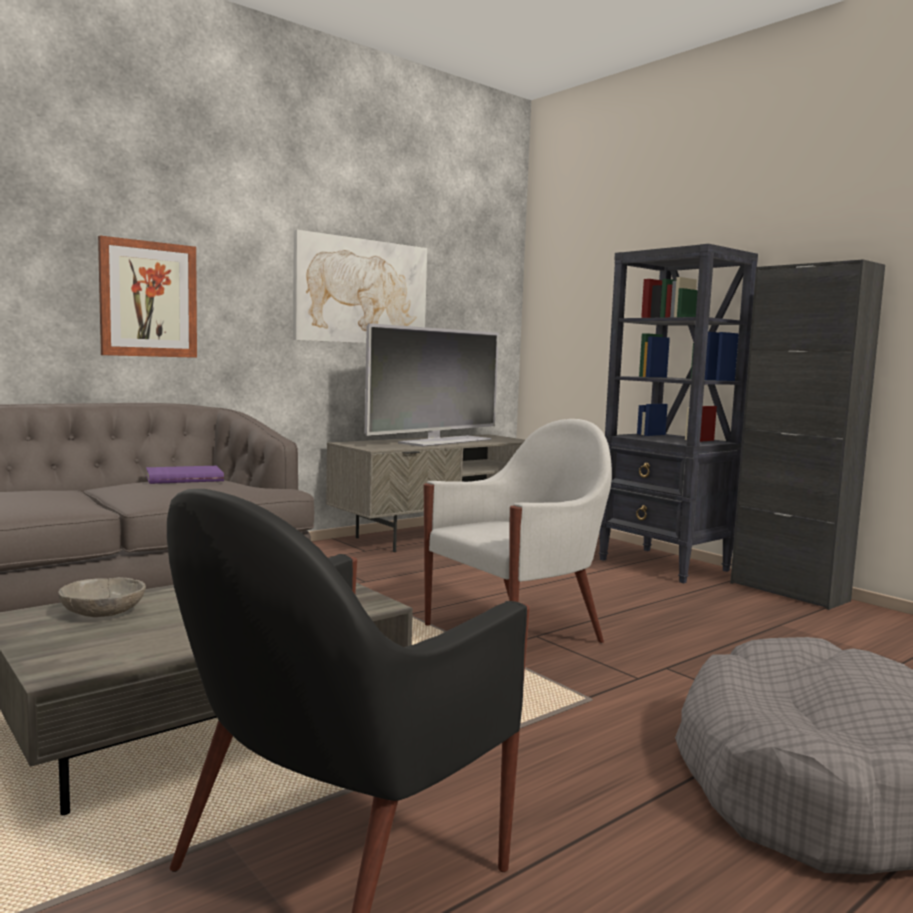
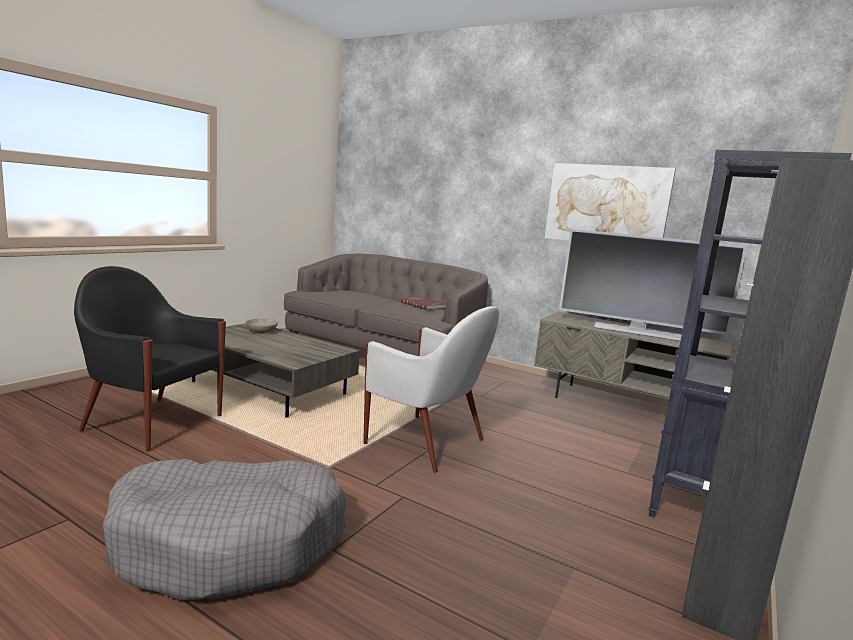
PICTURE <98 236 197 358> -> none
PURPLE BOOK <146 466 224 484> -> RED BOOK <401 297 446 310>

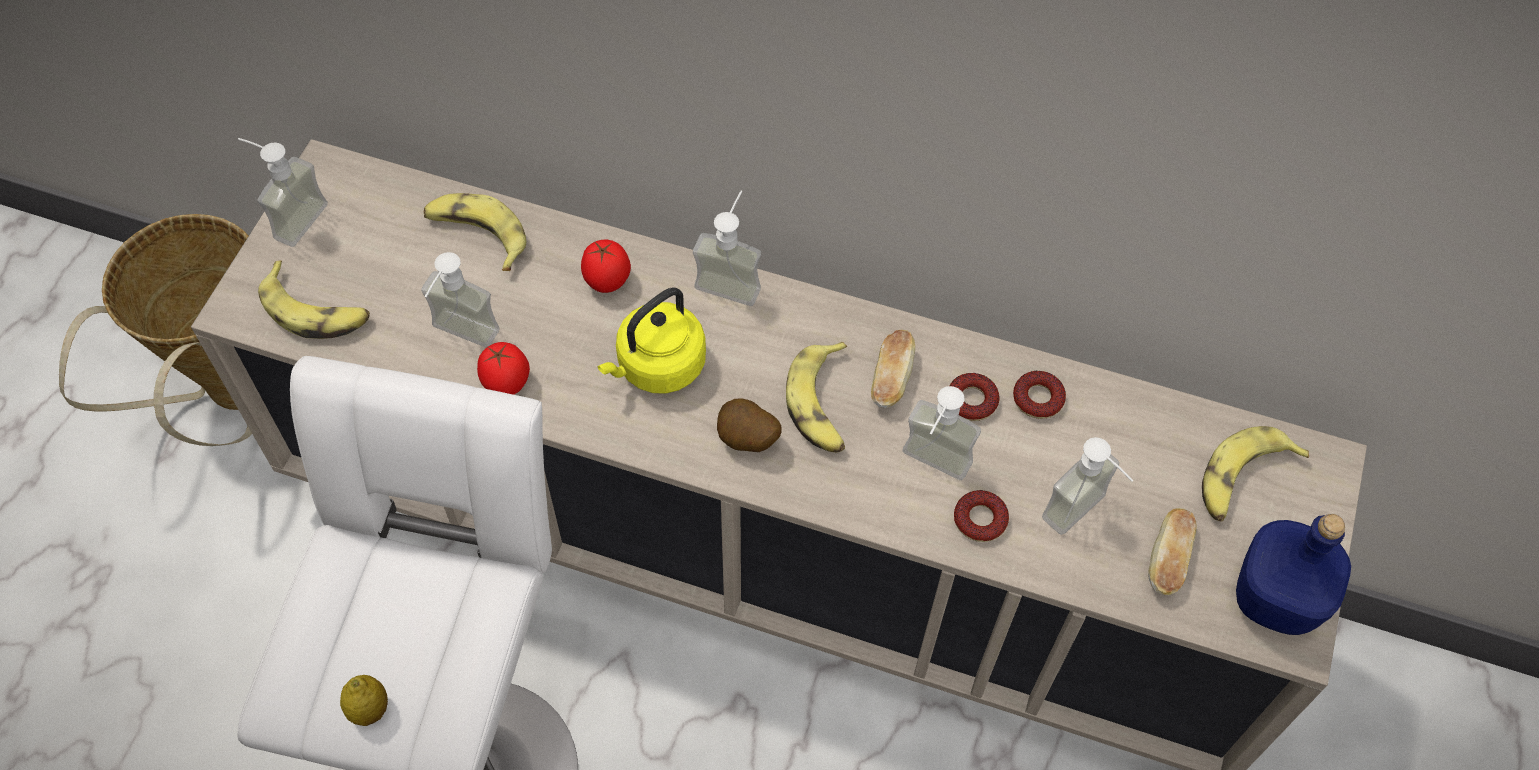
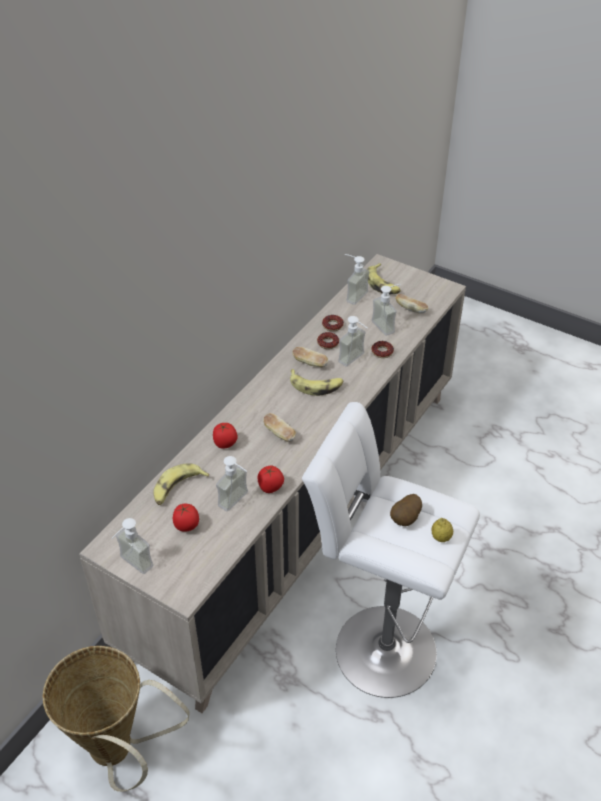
BANANA <258 261 370 339> -> none
BLUE BOTTLE <1236 514 1351 635> -> none
none -> TOMATO <173 504 199 532>
SOAP DISPENSER <693 190 761 306> -> SOAP DISPENSER <344 254 369 305>, moved
POTATO <717 398 782 452> -> POTATO <390 494 422 526>, moved
YELLOW KETTLE <598 287 706 394> -> BREAD <263 413 296 442>

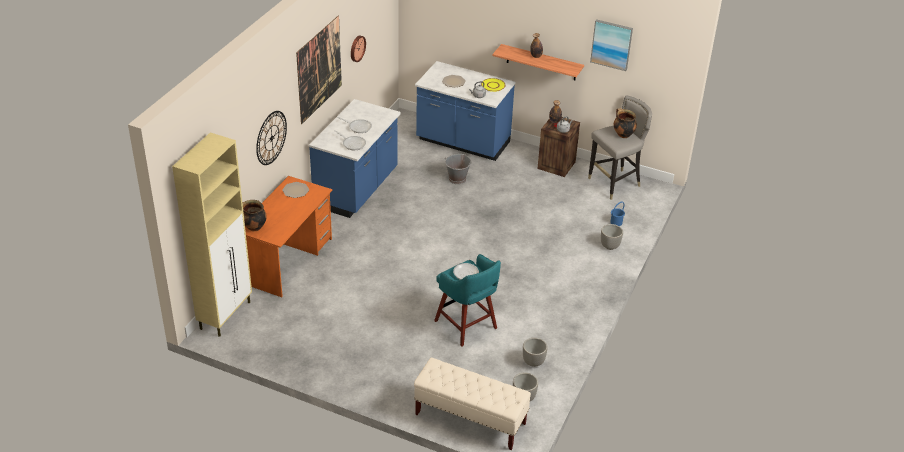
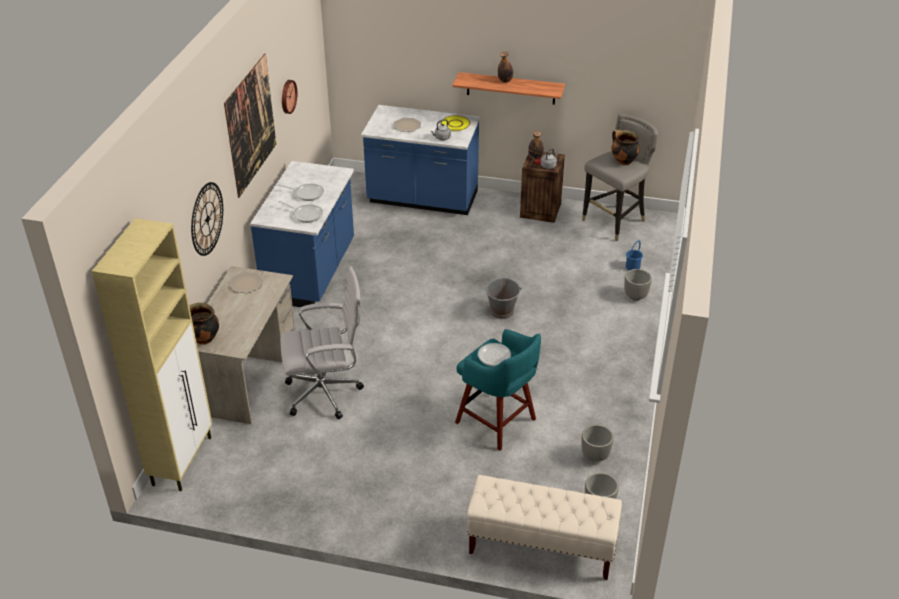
PICTURE <590 19 633 71> -> none
none -> WHITE OFFICE CHAIR <280 266 364 419>
GREY BUCKET <444 154 472 184> -> GREY BUCKET <484 278 522 319>, moved
ORANGE DESK <245 176 332 297> -> BEIGE DESK <197 266 295 424>

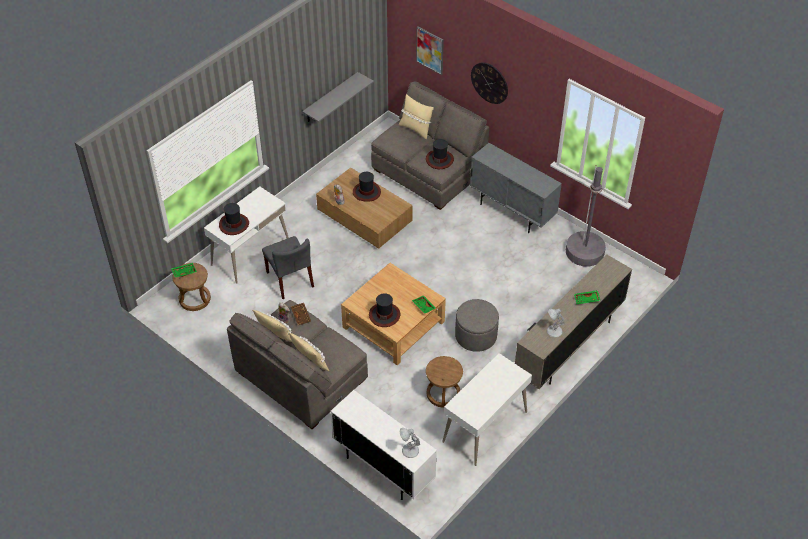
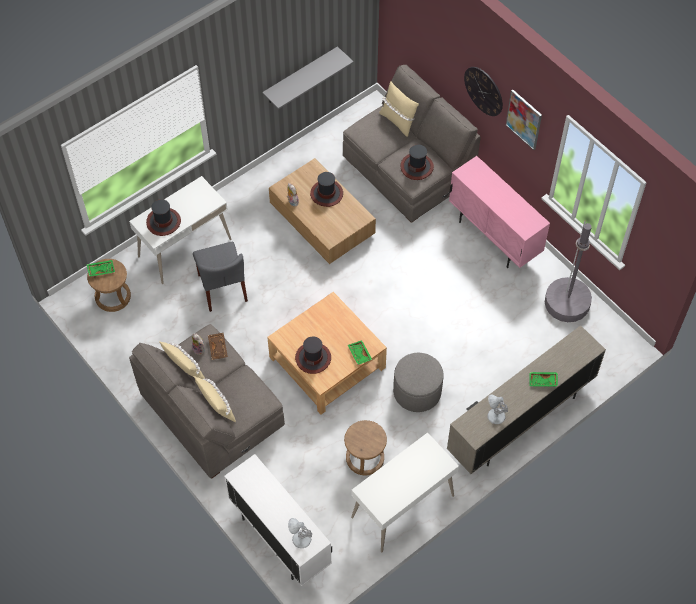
PICTURE <416 26 444 75> -> PICTURE <506 90 542 150>, moved
GREY CABINET <470 143 562 233> -> PINK CABINET <449 156 550 268>

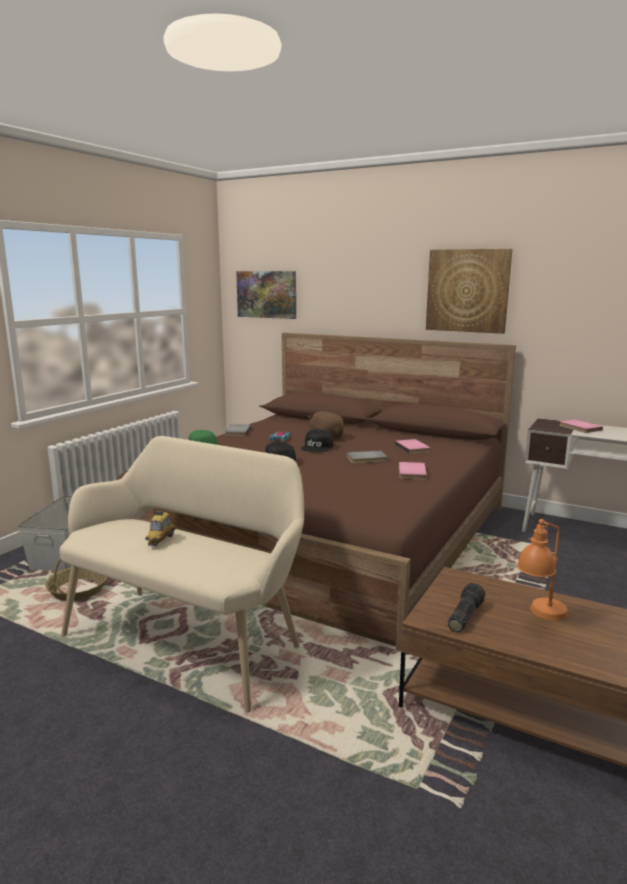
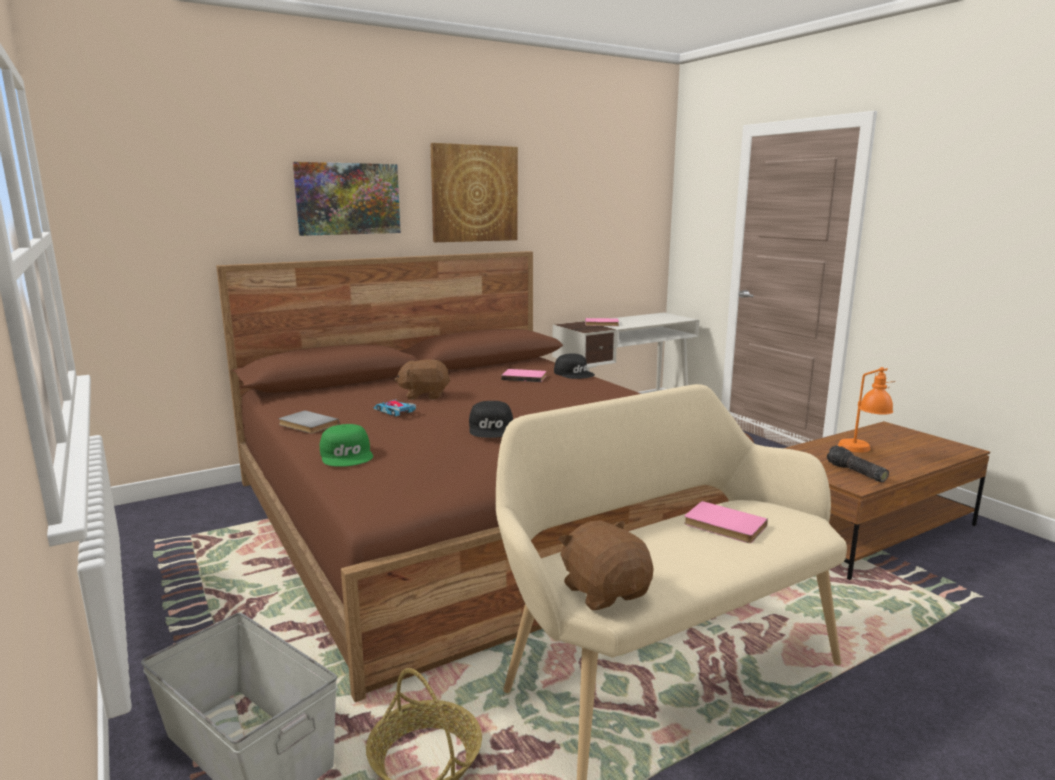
TOY CAR <145 511 176 546> -> none
GREY BOOK <346 451 388 464> -> none
none -> BROWN PLUSH TOY <558 520 654 610>
PICTURE <236 271 296 319> -> PICTURE <293 162 401 236>, moved
BLACK CAP <301 429 334 452> -> BLACK CAP <554 353 595 379>, moved
PINK BOOK <399 462 427 480> -> PINK BOOK <684 501 768 543>, moved

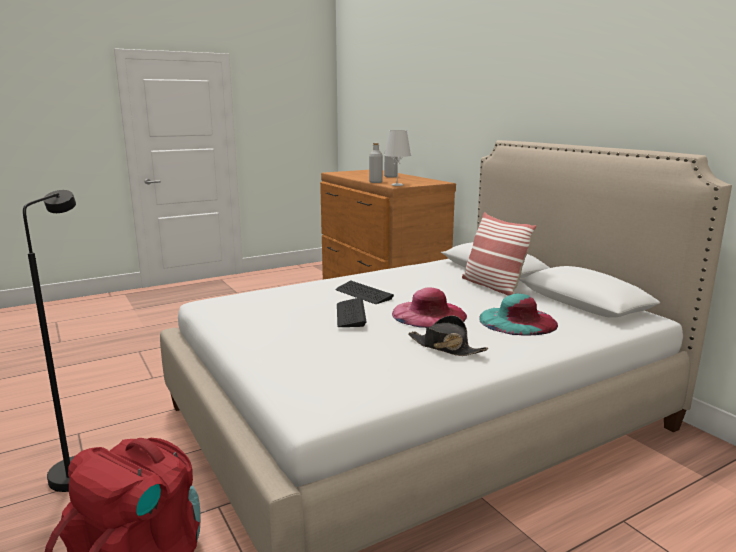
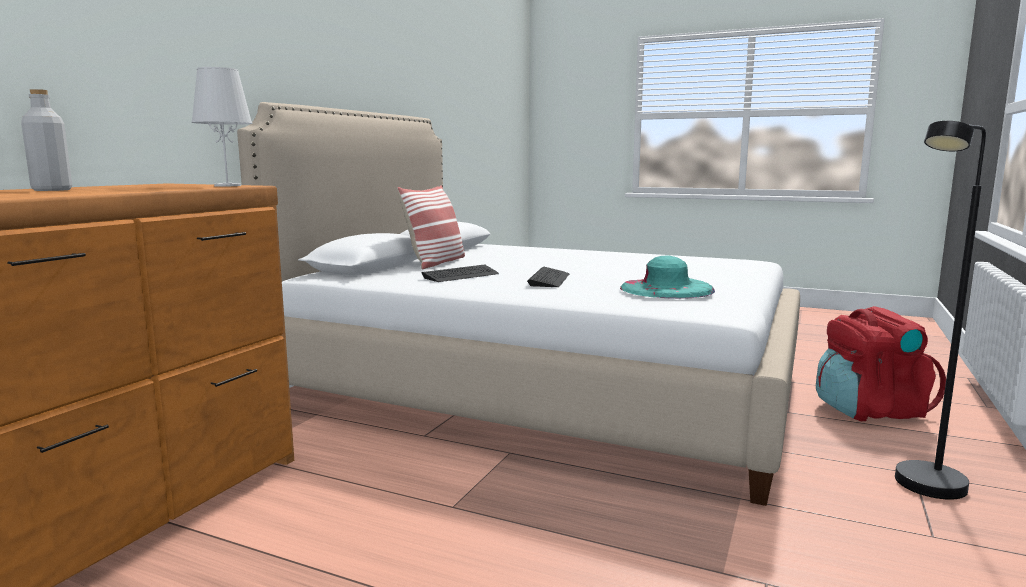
GREY BOTTLE <369 143 383 183> -> none
PINK HAT <392 287 467 328> -> none
BLACK HAT <408 315 488 356> -> none
KEYBOARD <337 298 367 327> -> KEYBOARD <422 264 499 282>, moved
TURQUOISE HAT <479 294 558 335> -> TURQUOISE HAT <620 256 715 299>, moved

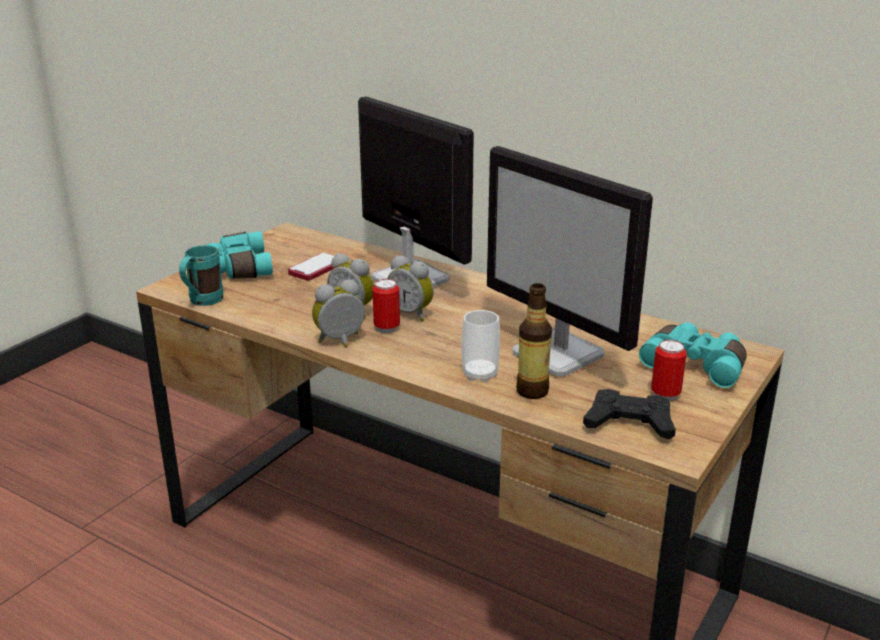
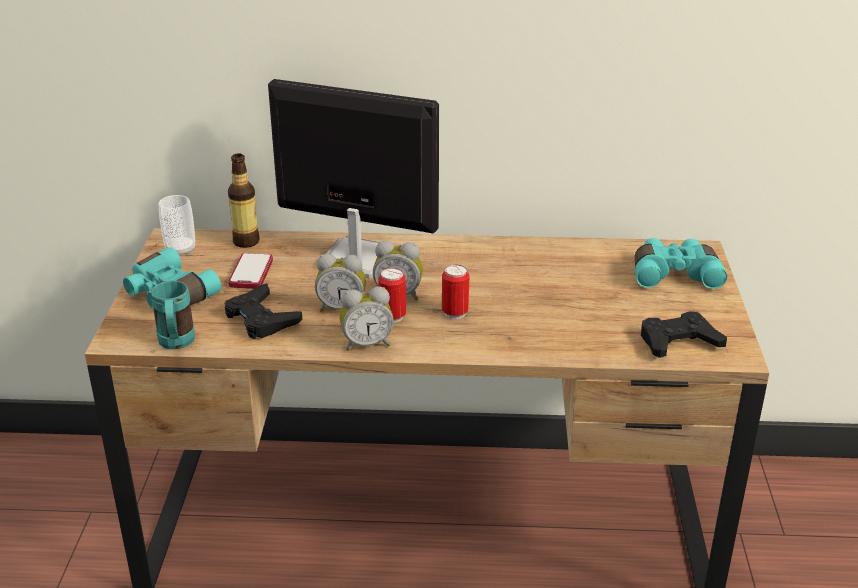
MONITOR <487 146 653 376> -> none
none -> BLACK GAME CONTROLLER <225 283 302 339>
CUP <462 310 500 382> -> CUP <159 195 195 255>, moved
BOTTLE <516 283 552 399> -> BOTTLE <228 153 260 248>, moved
CAN <651 340 687 401> -> CAN <442 265 470 319>, moved
ALARM CLOCK <312 279 365 347> -> ALARM CLOCK <340 287 394 351>, 135 degrees counterclockwise

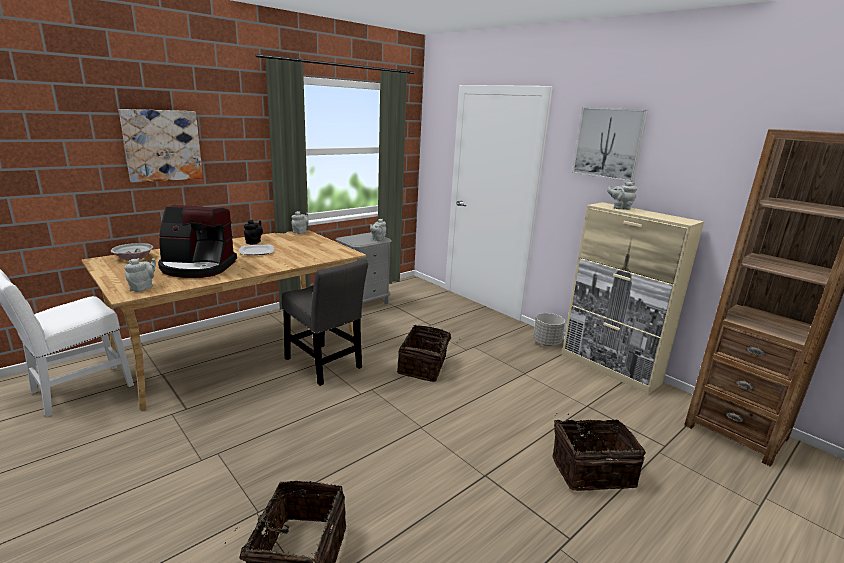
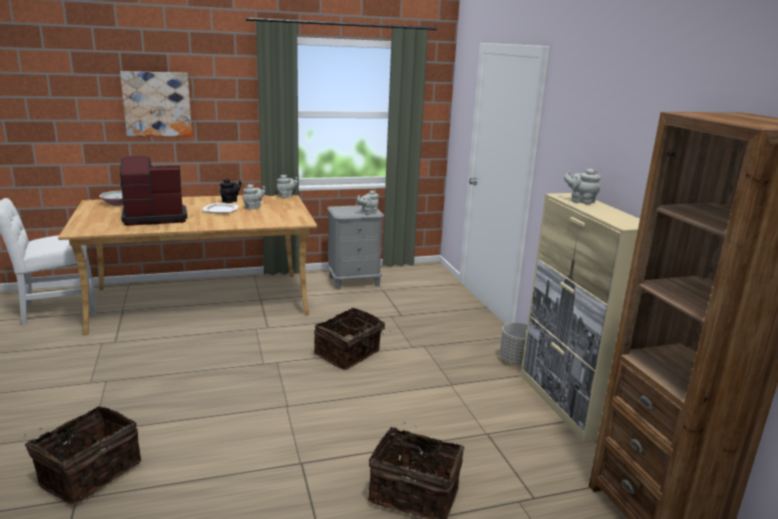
GREY CHAIR <282 259 368 386> -> none
PICTURE <572 107 648 182> -> none
GREY TEAPOT <124 258 156 292> -> GREY TEAPOT <243 184 265 209>, moved
COFFEE MACHINE <158 205 237 278> -> COFFEE MACHINE <120 156 188 226>, 135 degrees clockwise

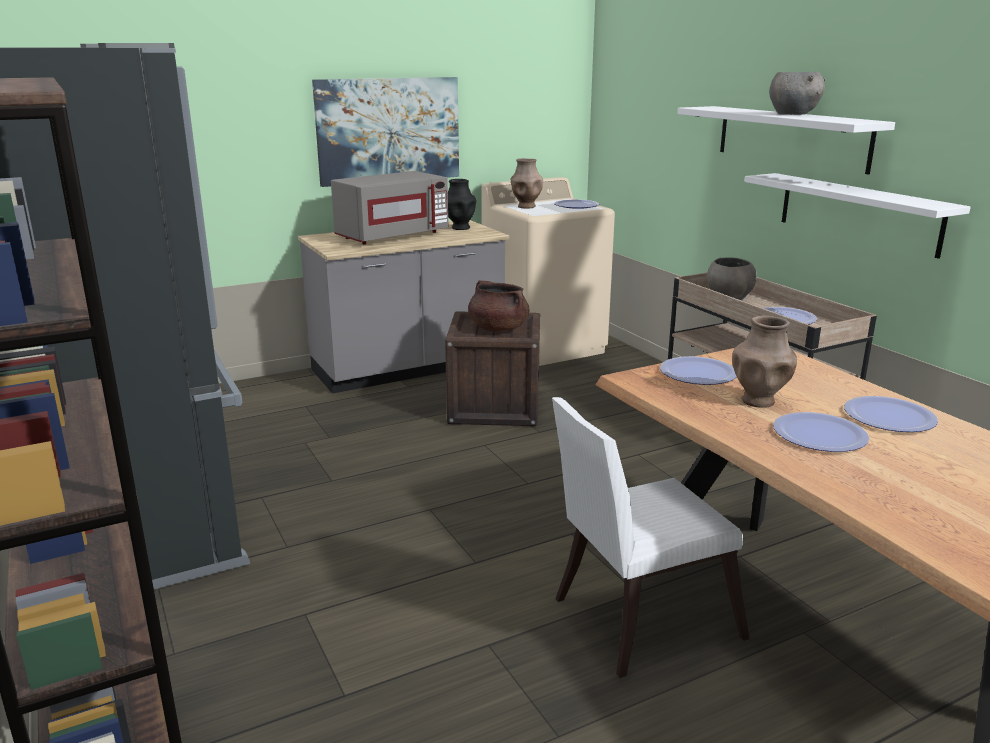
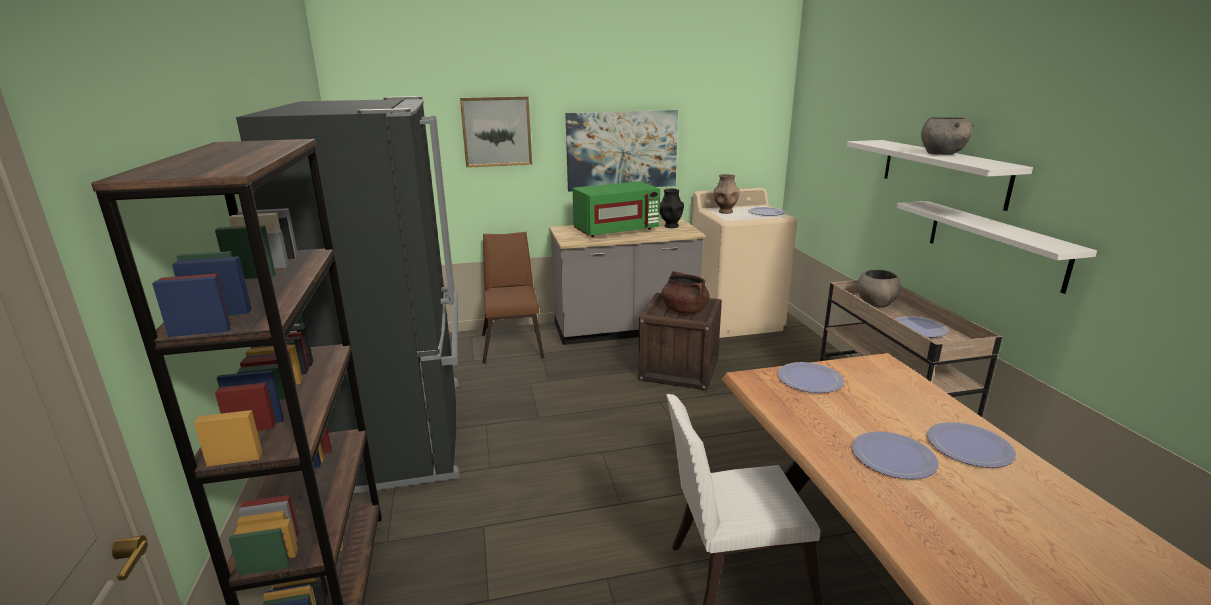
BROWN VASE <732 315 797 408> -> none
none -> PICTURE <460 96 532 168>
none -> BROWN CHAIR <482 232 544 364>
GREY MICROWAVE <331 171 448 244> -> GREEN MICROWAVE <573 181 660 237>

